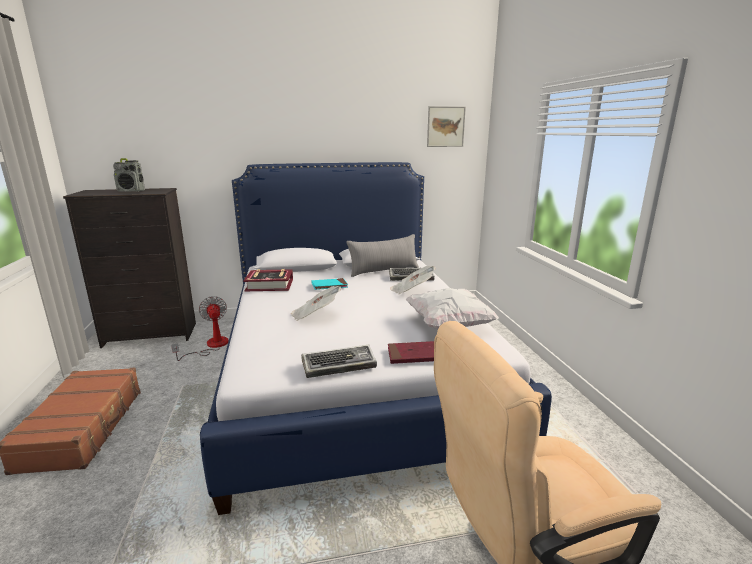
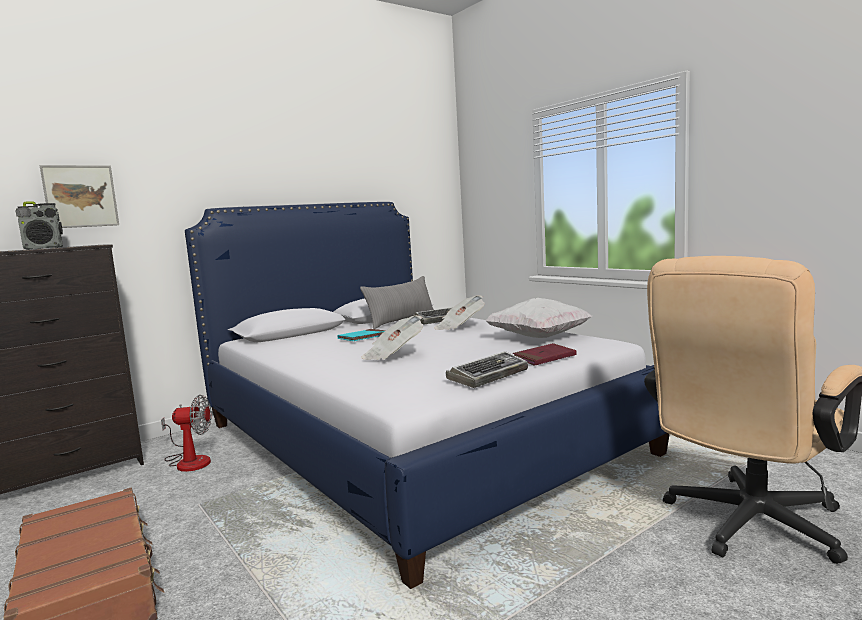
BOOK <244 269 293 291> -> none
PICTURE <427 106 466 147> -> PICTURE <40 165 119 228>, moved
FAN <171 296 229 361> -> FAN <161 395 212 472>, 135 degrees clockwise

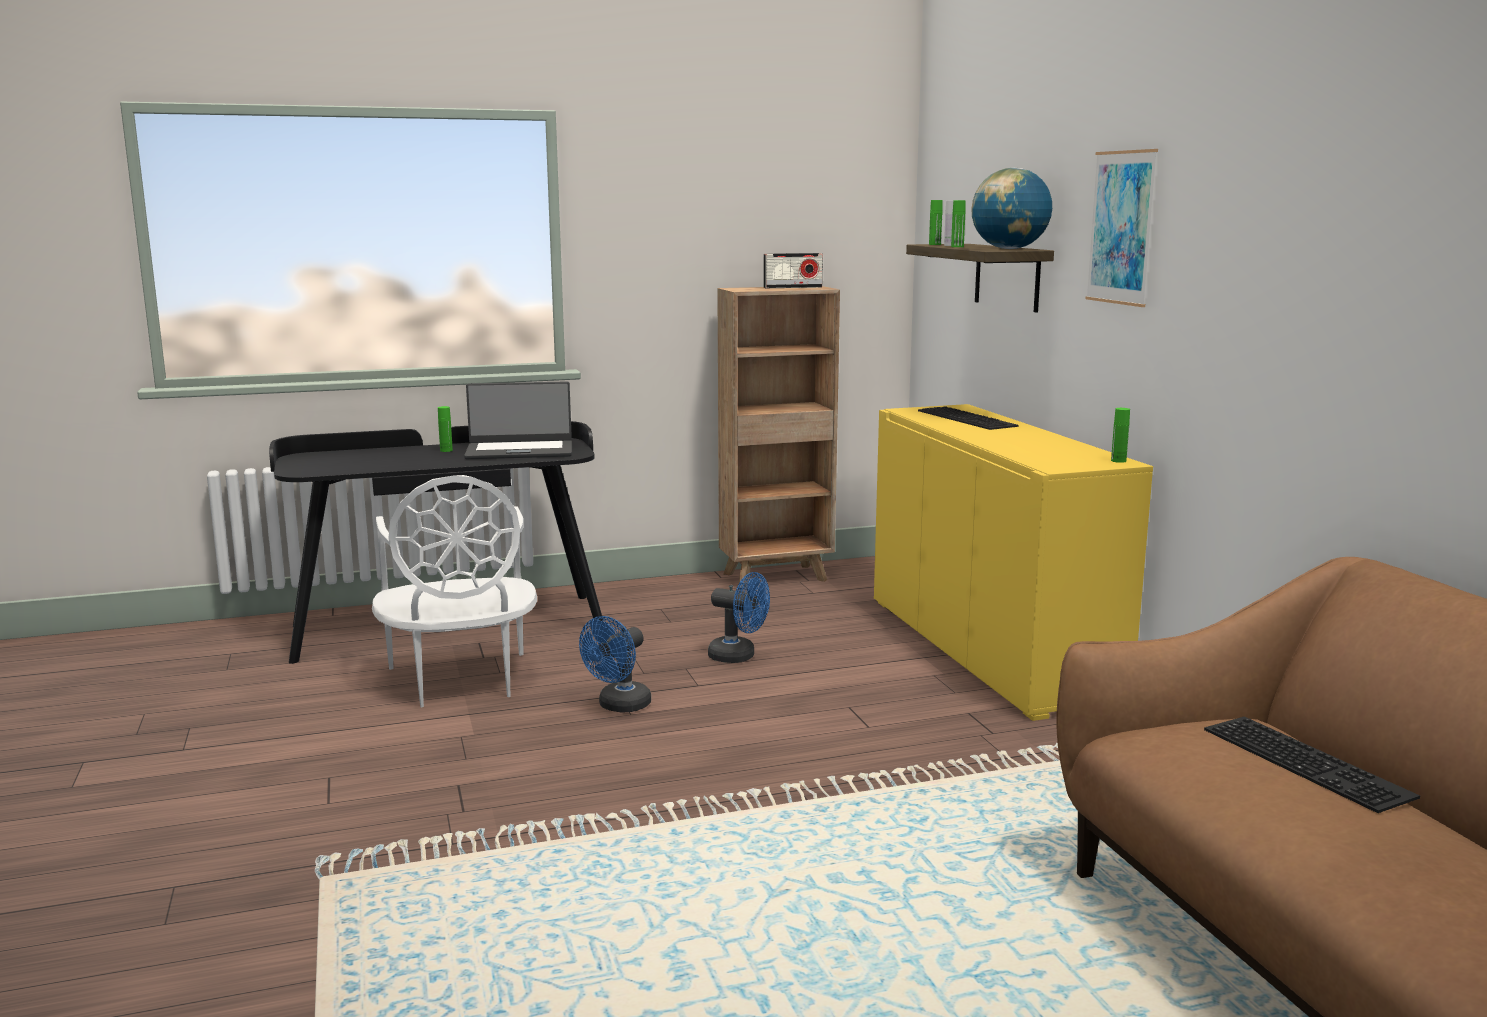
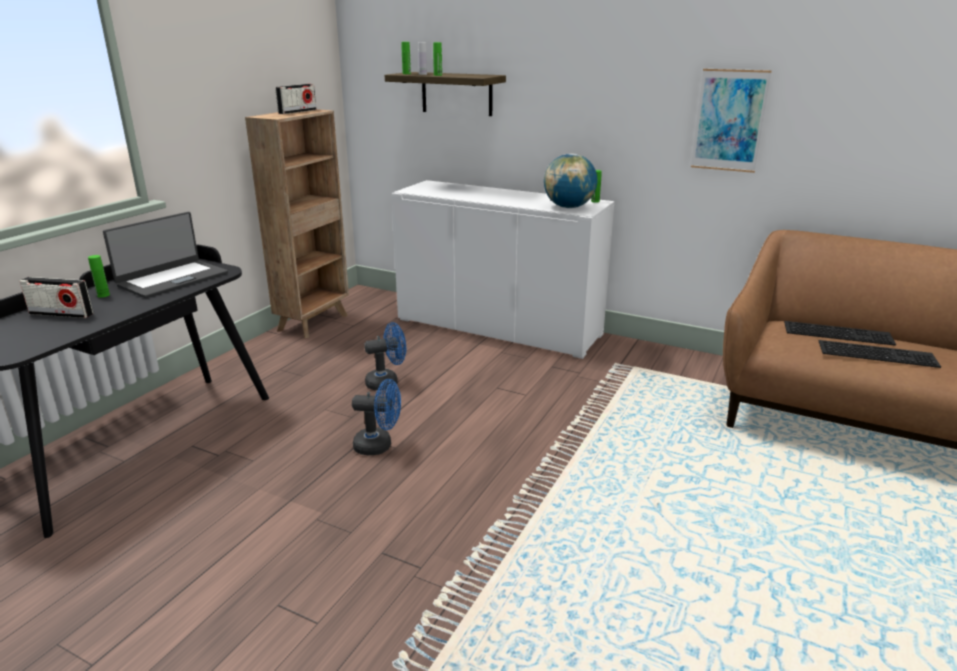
WHITE CHAIR <372 475 537 707> -> none
none -> RADIO <20 277 93 318>
KEYBOARD <918 406 1019 430> -> KEYBOARD <819 340 941 368>, moved
GLOBE <971 168 1052 249> -> GLOBE <544 154 597 208>, moved
PICTURE <1085 149 1158 307> -> PICTURE <691 69 772 173>, moved
YELLOW CABINET <874 404 1153 721> -> WHITE CABINET <391 180 615 359>
BLUE FAN <579 616 651 713> -> BLUE FAN <352 379 401 455>, 75 degrees counterclockwise

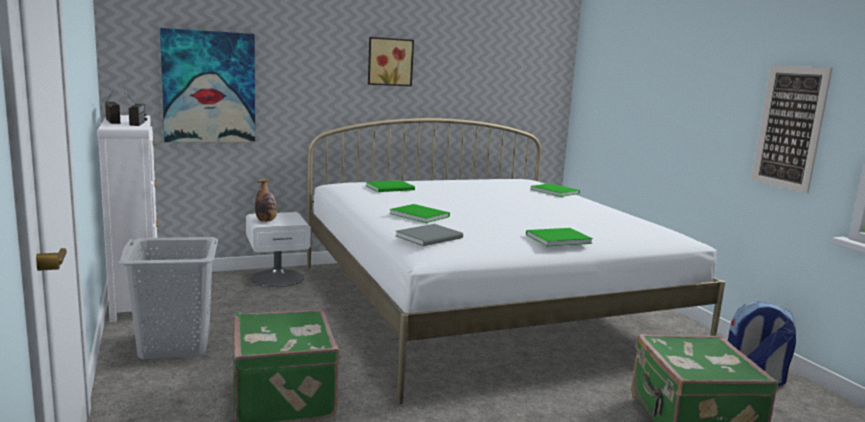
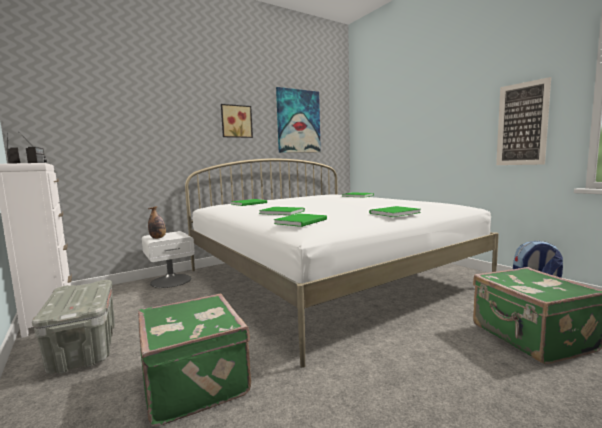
PICTURE <160 28 255 142> -> PICTURE <276 87 321 153>, moved
GREY LAUNDRY BASKET <119 237 218 359> -> GREY STORAGE BOX <32 280 115 374>
GREY BOOK <396 224 463 246> -> GREEN BOOK <274 213 327 227>

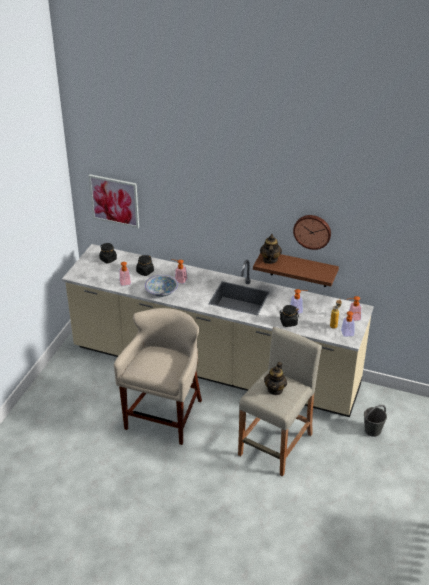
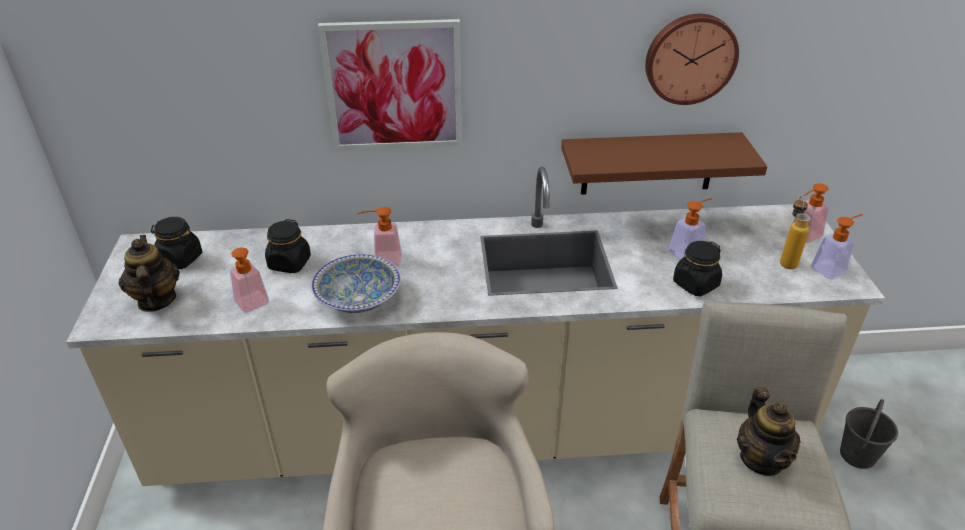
PICTURE <88 174 139 228> -> PICTURE <318 19 462 150>, moved
TEAPOT <260 234 282 264> -> TEAPOT <119 235 180 312>, moved

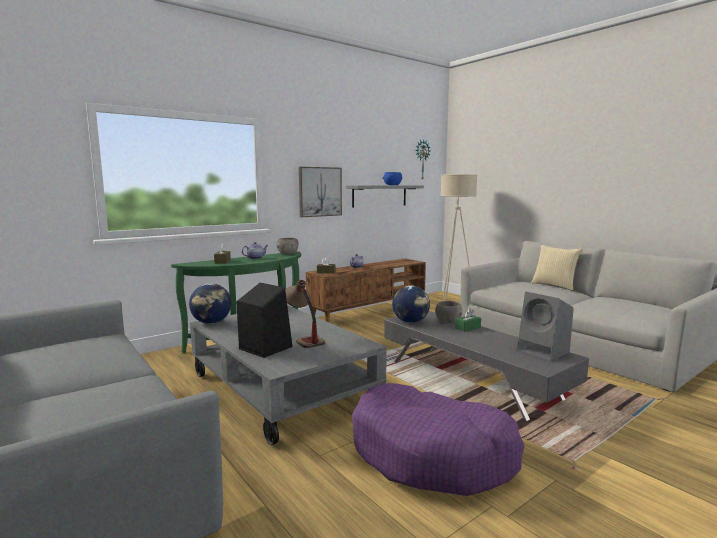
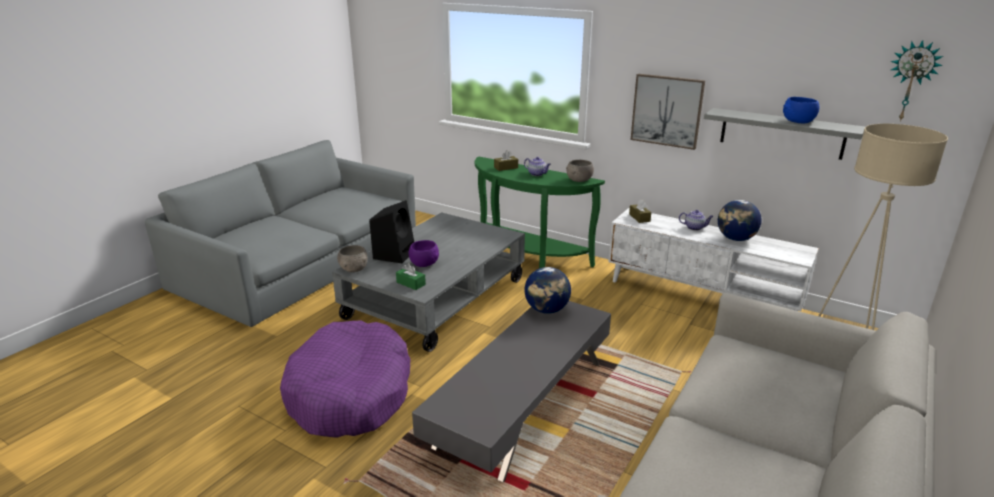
GREY SPEAKER <517 292 574 361> -> none
PILLOW <531 245 583 291> -> none
GLOBE <189 283 231 324> -> GLOBE <718 200 762 241>, moved
GREY BOWL <435 301 463 323> -> GREY BOWL <337 245 368 272>, moved
GREEN TISSUE BOX <455 309 481 332> -> GREEN TISSUE BOX <396 263 426 290>, moved
TABLE LAMP <285 280 325 348> -> PURPLE BOWL <409 240 439 267>
BROWN TV STAND <306 259 426 322> -> WHITE TV STAND <608 208 819 311>

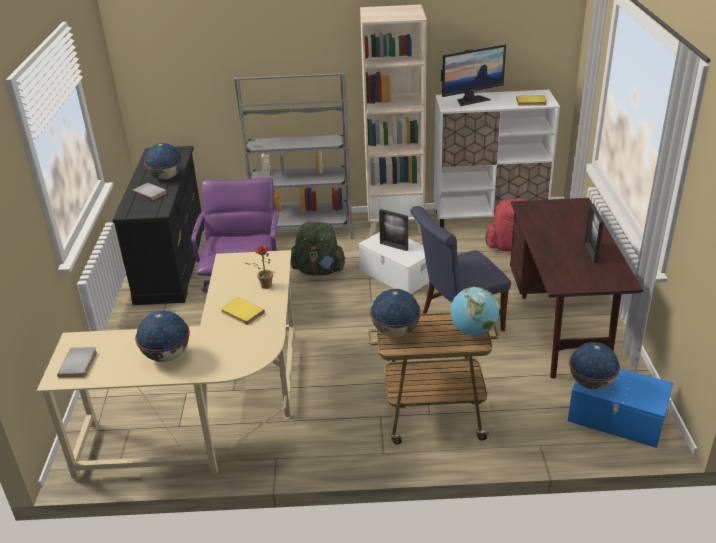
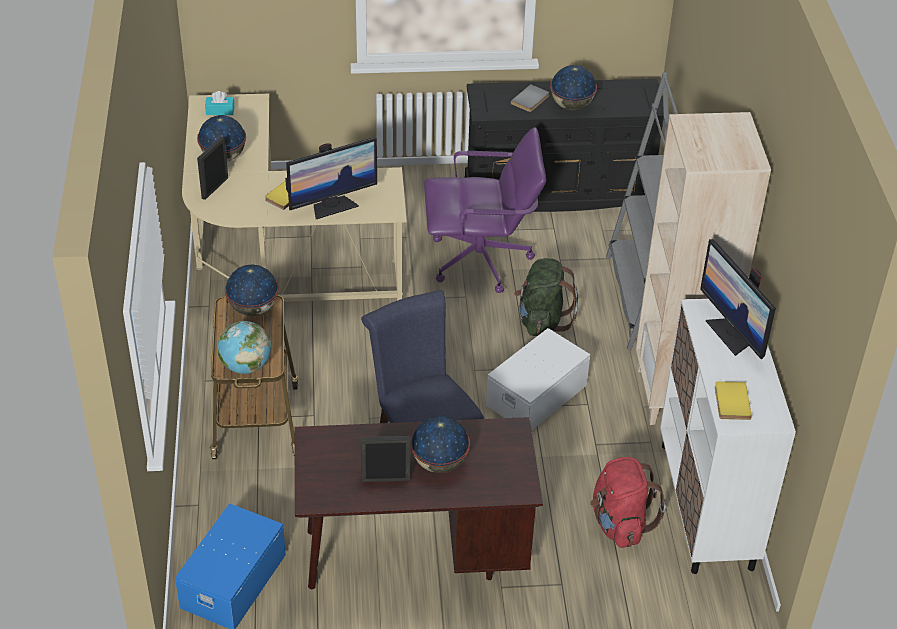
PICTURE FRAME <379 209 408 251> -> PICTURE FRAME <197 137 228 200>, moved
GLOBE <569 342 620 390> -> GLOBE <411 416 470 473>, moved
GREY BOOK <57 347 97 378> -> TURQUOISE TISSUE BOX <205 91 235 115>
POTTED PLANT <246 246 275 289> -> MONITOR <285 137 377 219>

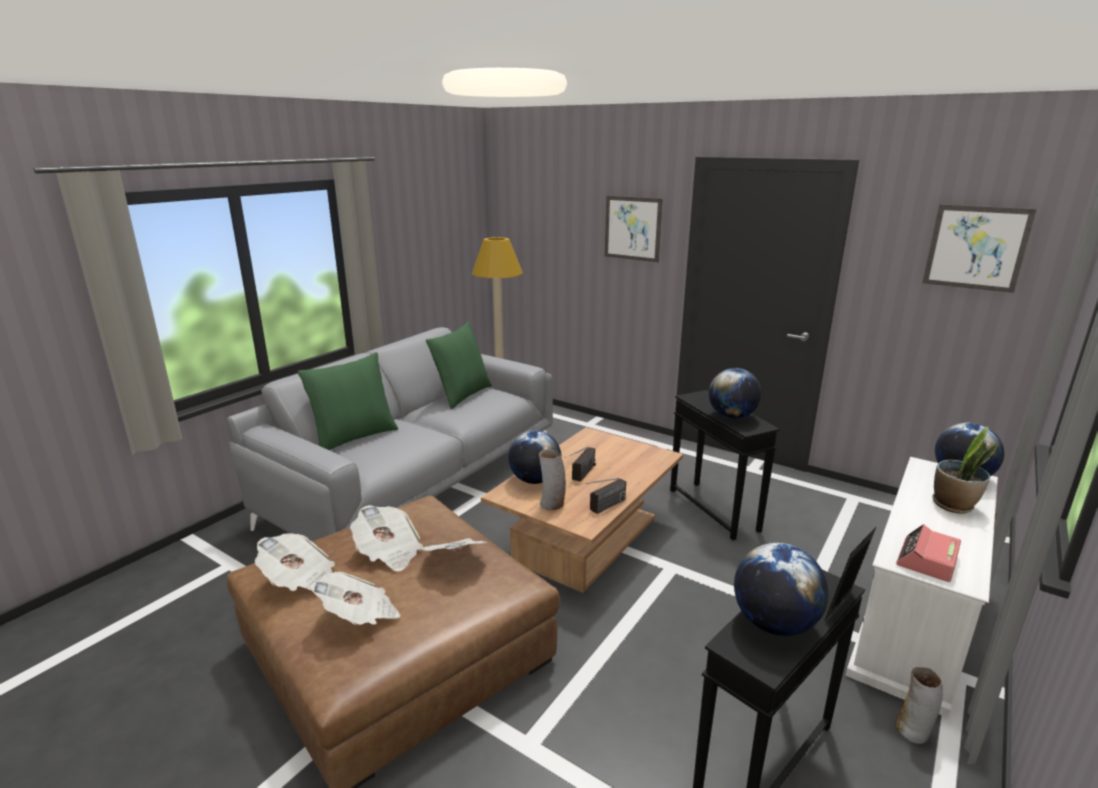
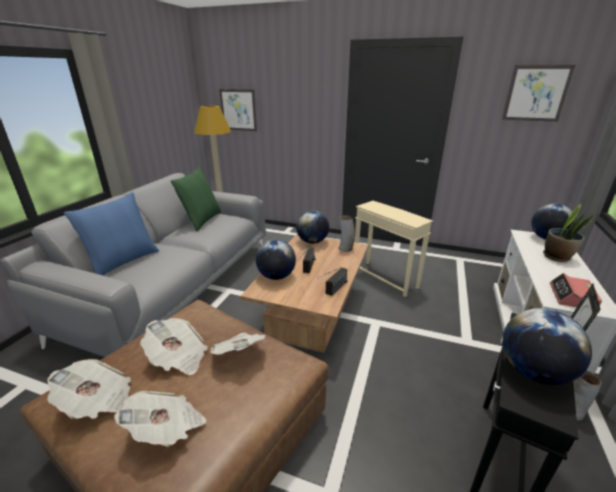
VASE <539 449 566 510> -> VASE <339 215 355 252>, moved
PICTURE <605 196 663 262> -> PICTURE <219 89 257 131>, moved
GLOBE <709 368 761 419> -> GLOBE <296 210 329 244>, moved
GREEN PILLOW <297 352 398 450> -> BLUE PILLOW <64 192 159 275>
BLACK SIDE TABLE <670 390 780 540> -> BEIGE SIDE TABLE <355 201 433 297>

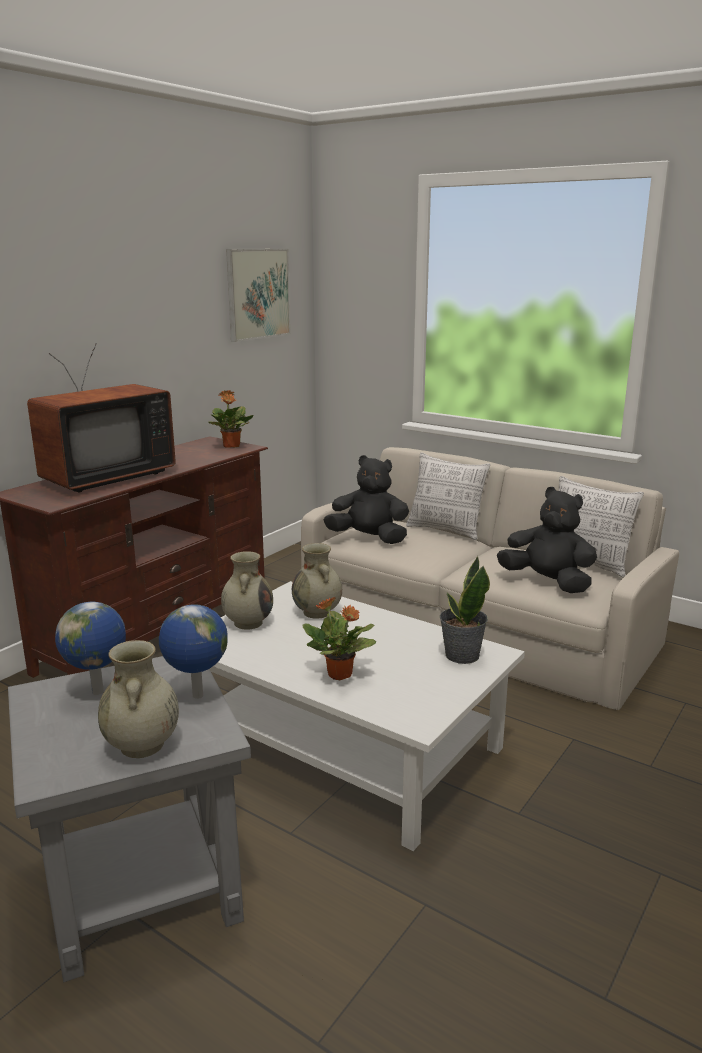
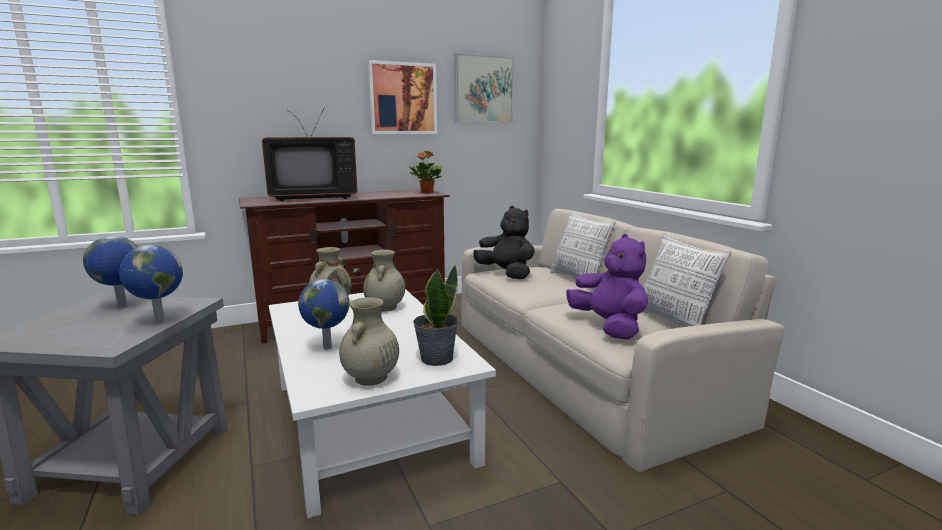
none -> PICTURE <368 60 437 134>
BEIGE VASE <98 640 179 758> -> BEIGE VASE <339 297 399 386>, moved
POTTED PLANT <302 597 376 680> -> GLOBE <298 279 350 350>
BLACK PLUSH TOY <497 487 597 593> -> PURPLE PLUSH TOY <566 234 648 340>

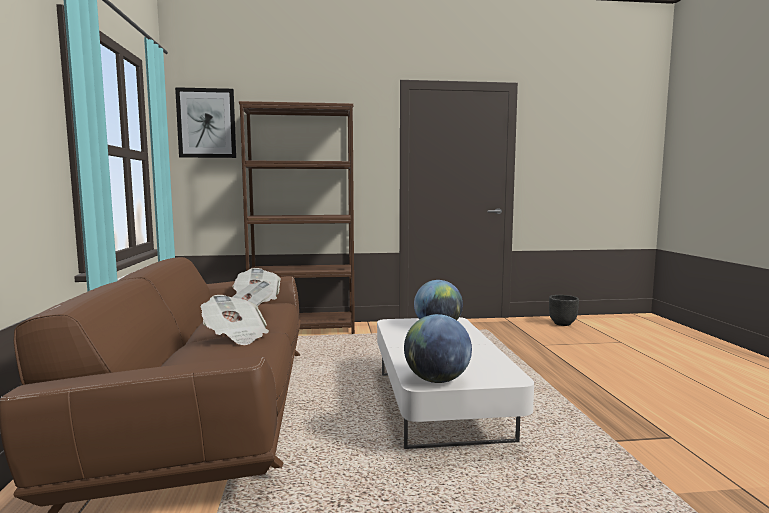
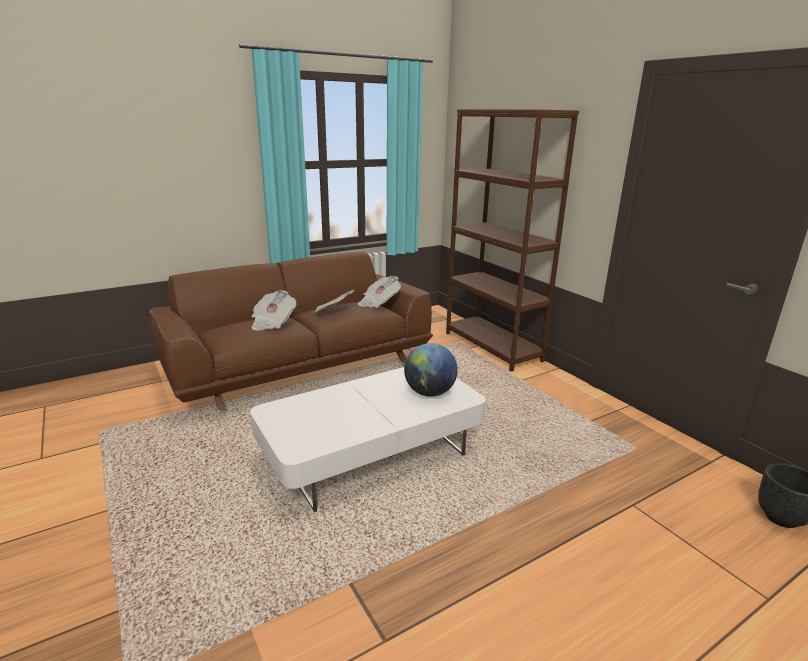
PICTURE <175 87 236 158> -> none
GLOBE <404 314 472 383> -> none

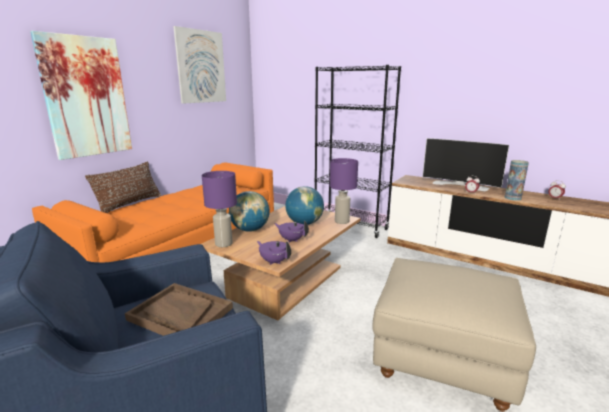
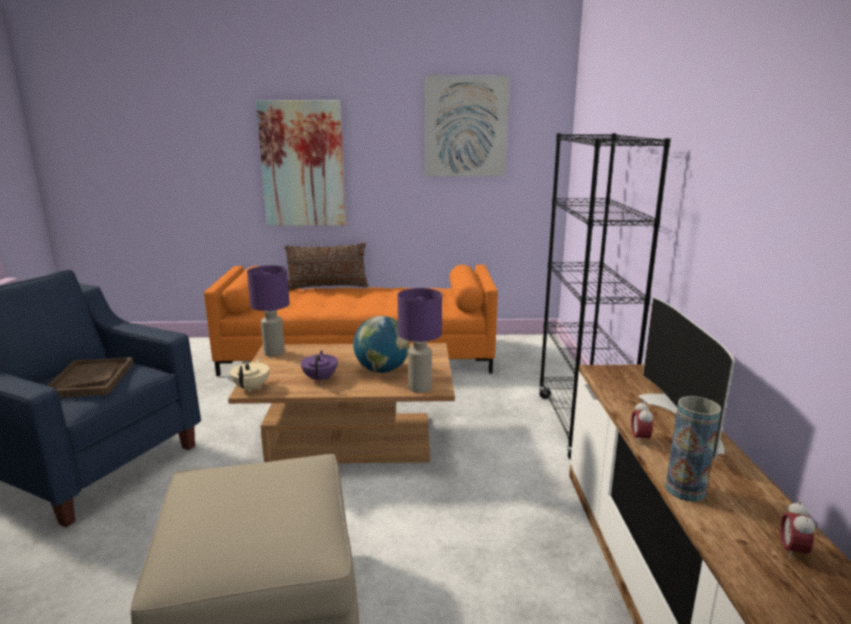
GLOBE <229 191 270 232> -> none
PURPLE TEAPOT <257 241 291 265> -> BEIGE TEAPOT <230 359 269 392>

